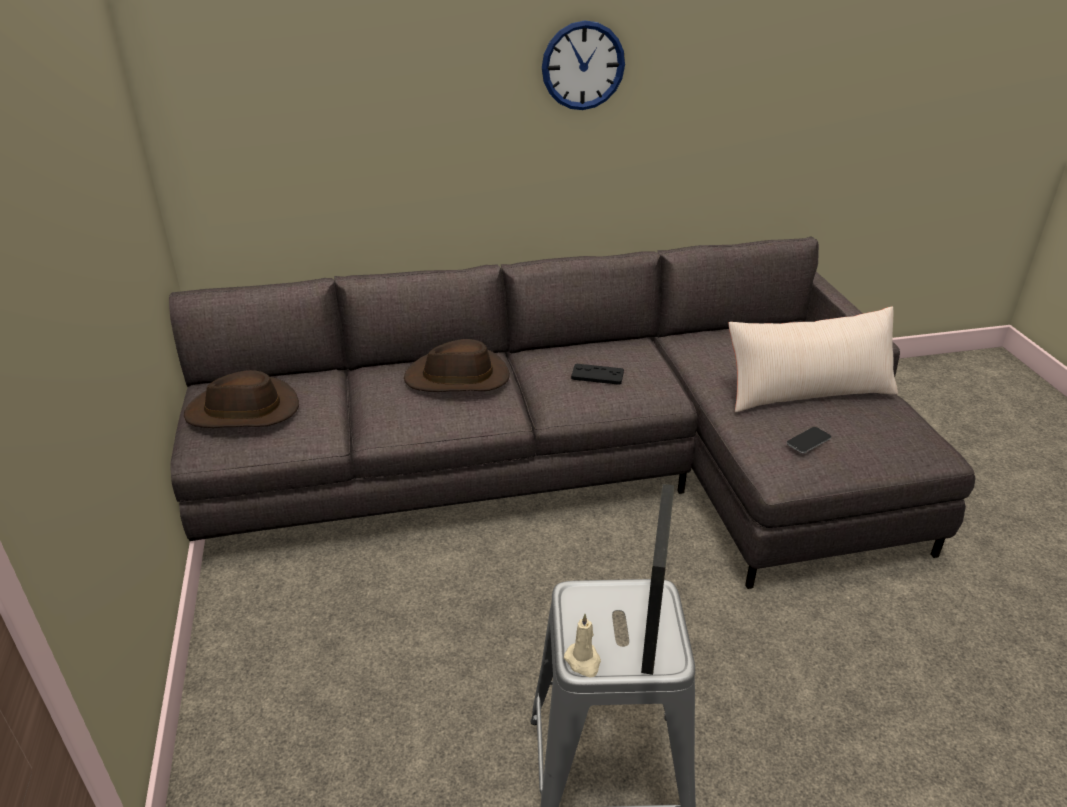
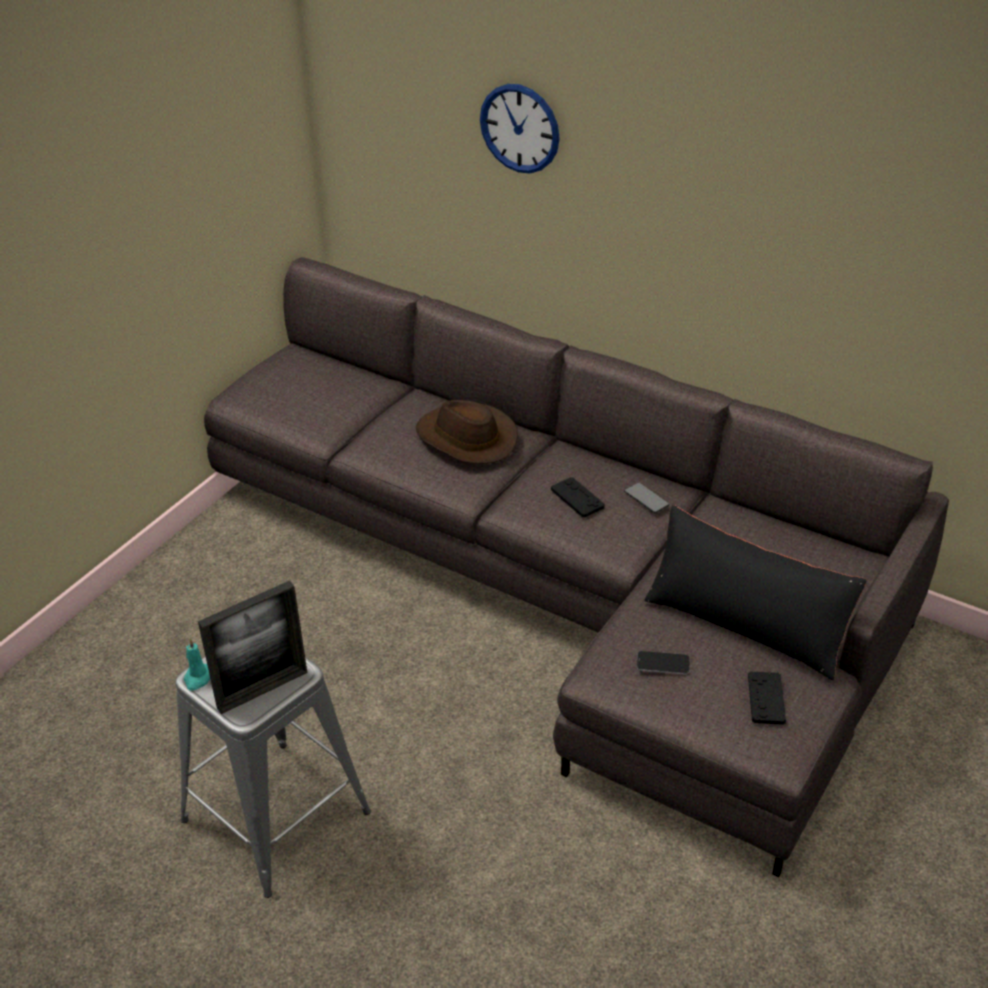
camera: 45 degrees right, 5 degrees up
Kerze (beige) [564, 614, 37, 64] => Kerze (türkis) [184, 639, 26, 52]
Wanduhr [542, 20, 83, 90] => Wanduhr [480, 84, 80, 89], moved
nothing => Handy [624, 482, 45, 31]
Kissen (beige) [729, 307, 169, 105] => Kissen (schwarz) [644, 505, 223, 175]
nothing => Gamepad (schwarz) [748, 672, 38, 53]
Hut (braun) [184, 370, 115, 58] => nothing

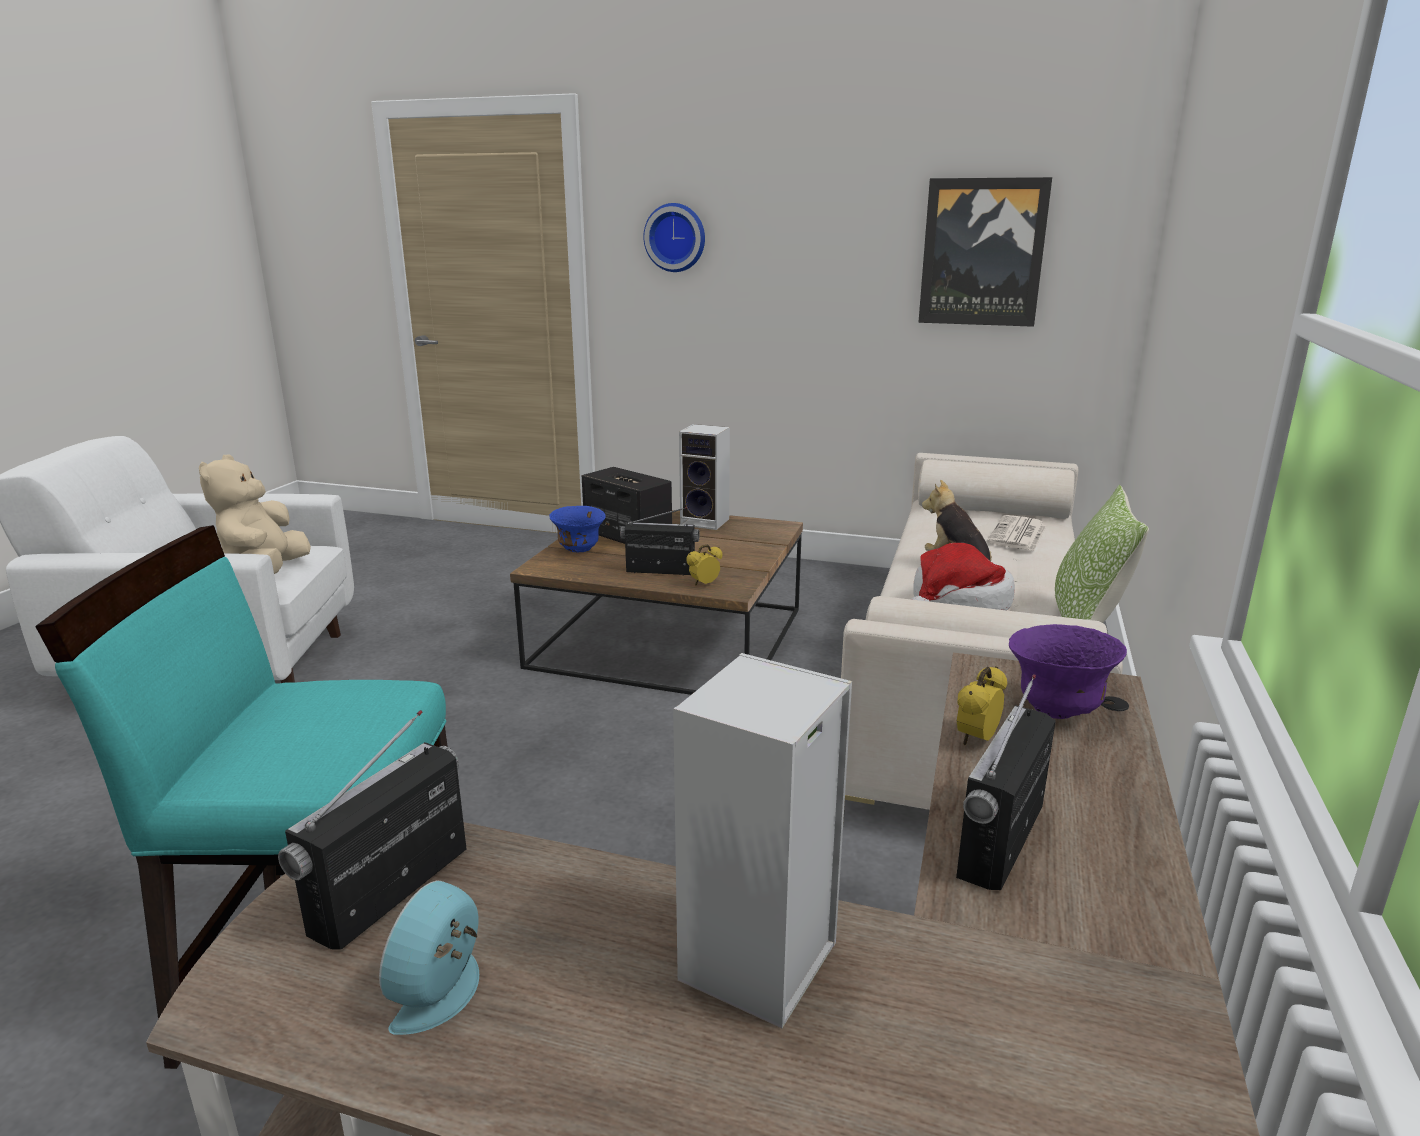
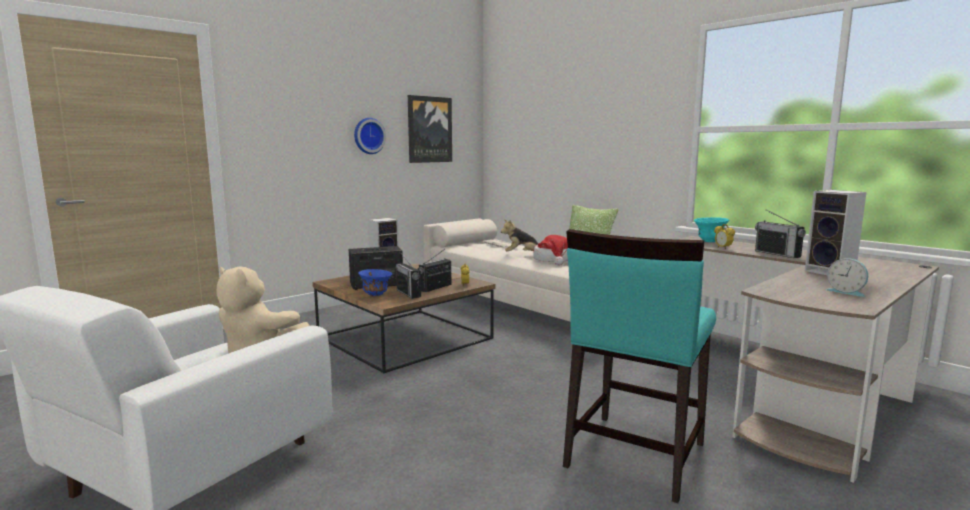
camera: 60 degrees left, 10 degrees down
Wanduhr [643, 203, 62, 69] => Wanduhr [354, 118, 32, 36], moved
Radio [278, 710, 188, 240] => Radio [395, 253, 26, 46], moved
Schüssel (lila) [1009, 624, 118, 95] => Schüssel (türkis) [694, 217, 35, 25]

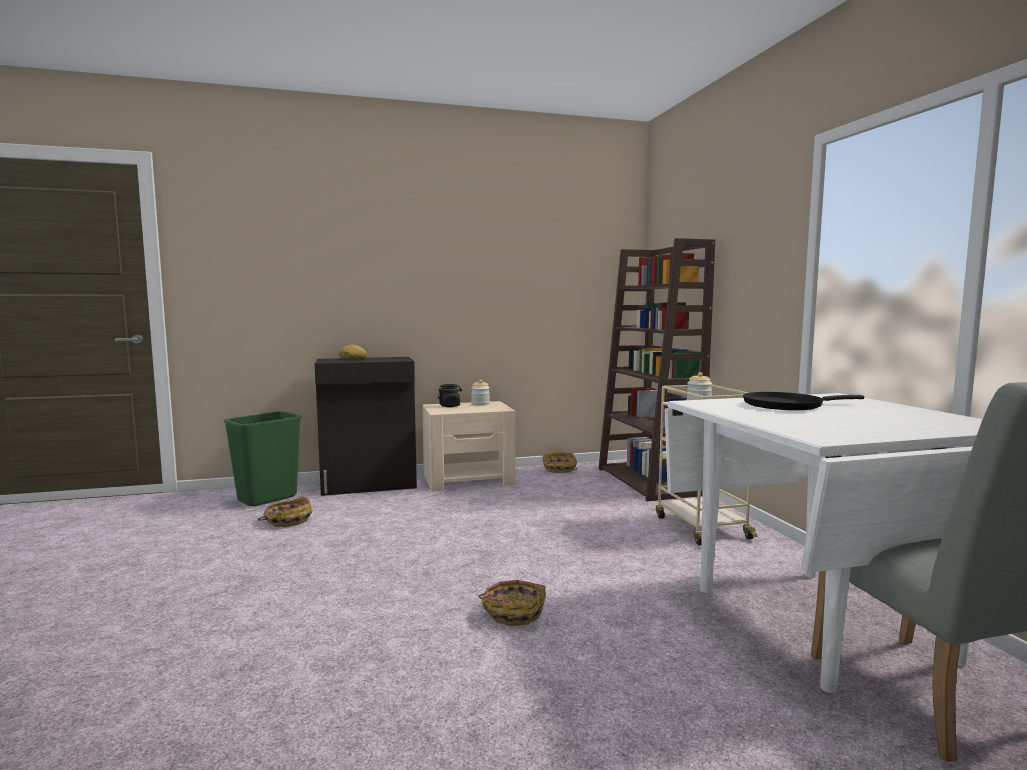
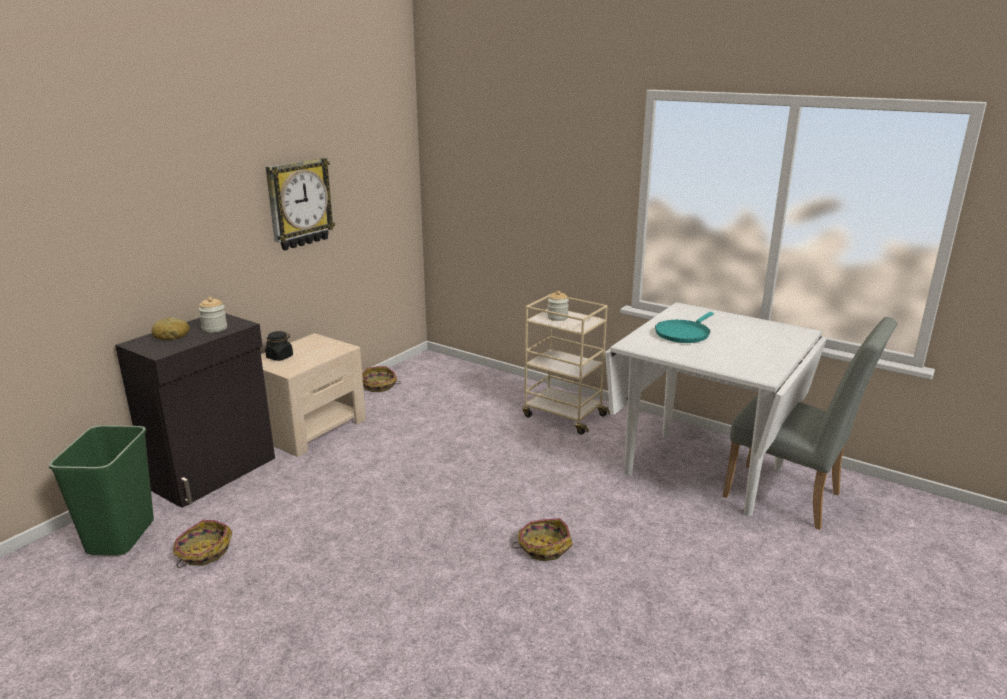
camera: 40 degrees left, 15 degrees up
Vorratsglas [471, 380, 19, 26] => Vorratsglas [198, 297, 29, 36], moved
nothing => Wanduhr [266, 158, 69, 93]
Pfanne (schwarz) [743, 392, 121, 18] => Pfanne (türkis) [655, 312, 59, 31]
Bücherregal (braun) [598, 238, 117, 263] => nothing

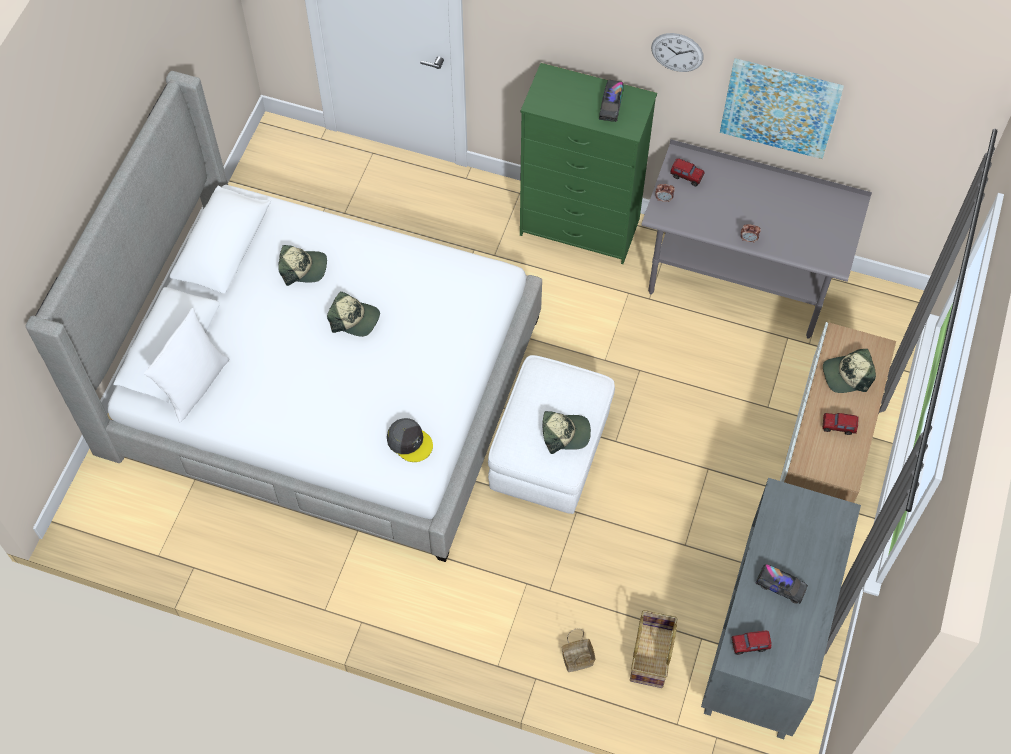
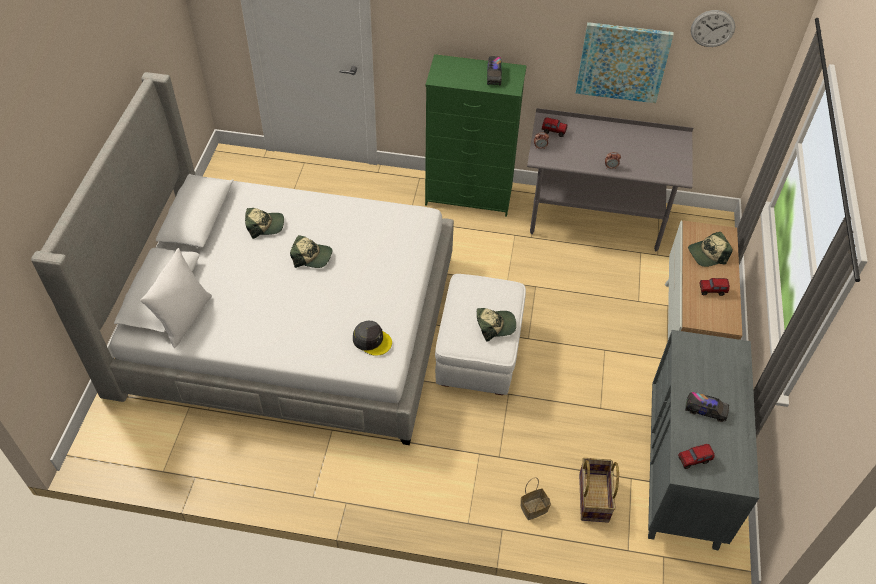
camera: 10 degrees left, 10 degrees down
Wanduhr [651, 33, 53, 39] => Wanduhr [691, 10, 44, 37], moved

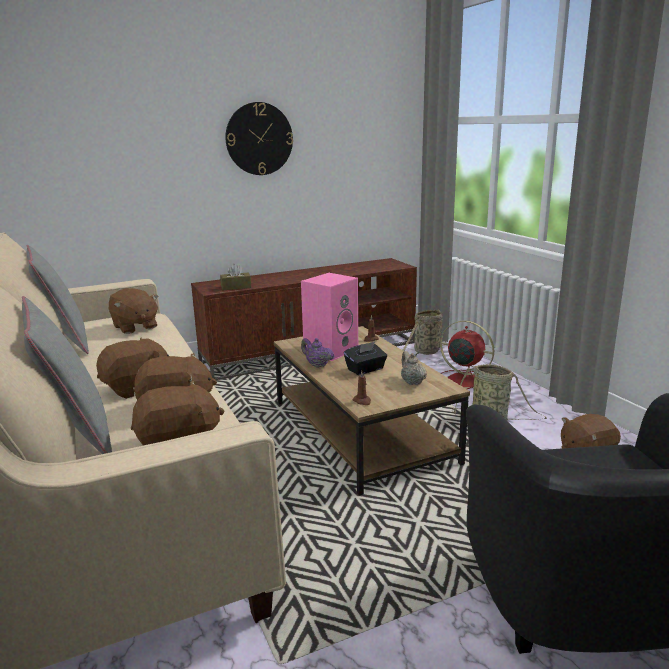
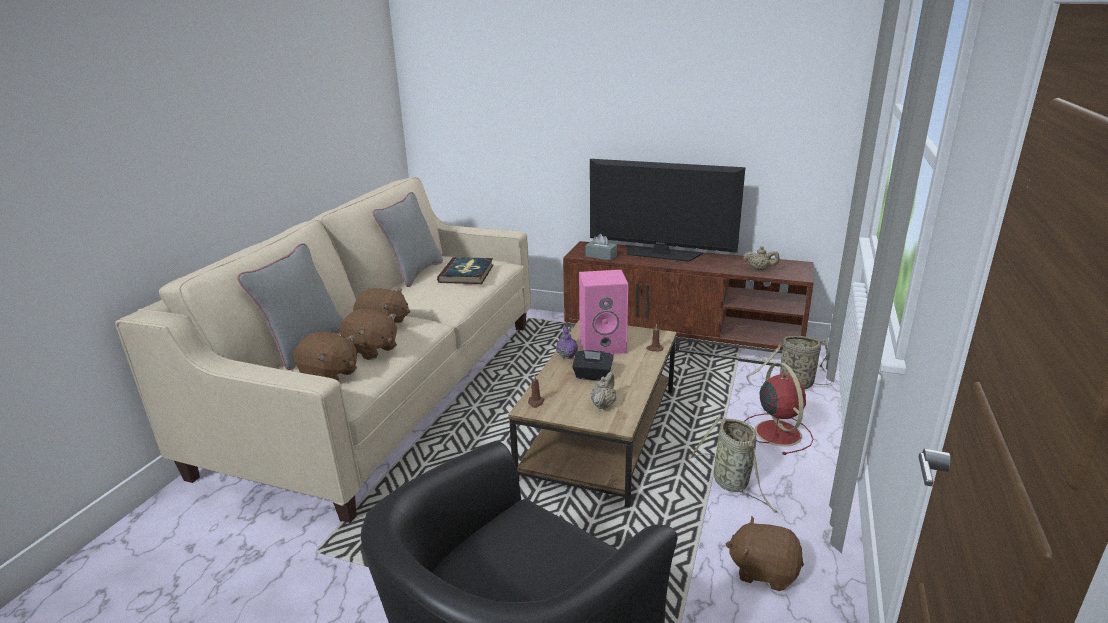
camera: 45 degrees right, 5 degrees up
Plüschtier (braun) [109, 288, 50, 46] => Buch [437, 257, 56, 27]
Taschentuchbox (braun) [220, 264, 31, 26] => Taschentuchbox (grau) [586, 234, 31, 27]
nothing => Fernseher [590, 159, 155, 103]
nothing => Teekanne (beige) [744, 246, 36, 24]
Wanduhr [225, 102, 68, 73] => nothing

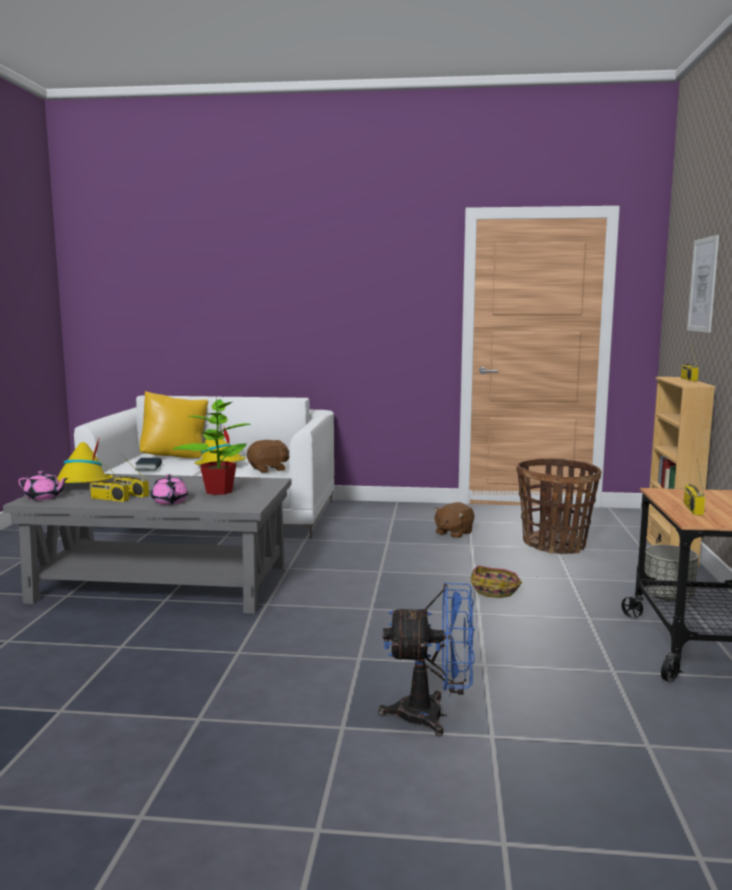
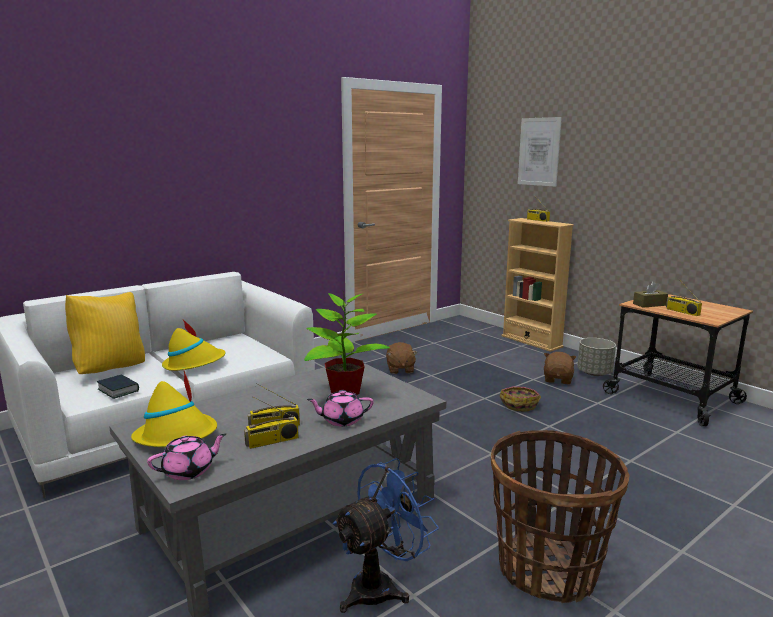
camera: 45 degrees left, 5 degrees up
Teekanne (rosa) [151, 474, 37, 31] => Teekanne (rosa) [307, 390, 66, 37], 150 degrees clockwise
Ventilator (blau) [379, 582, 96, 155] => Ventilator (blau) [333, 458, 106, 155], moved
Korb [517, 459, 84, 95] => Korb [491, 430, 138, 173], moved
Plüschtier (braun) [247, 440, 42, 33] => Plüschtier (braun) [544, 352, 32, 32], moved
nothing => Taschentuchbox (braun) [633, 281, 35, 27]

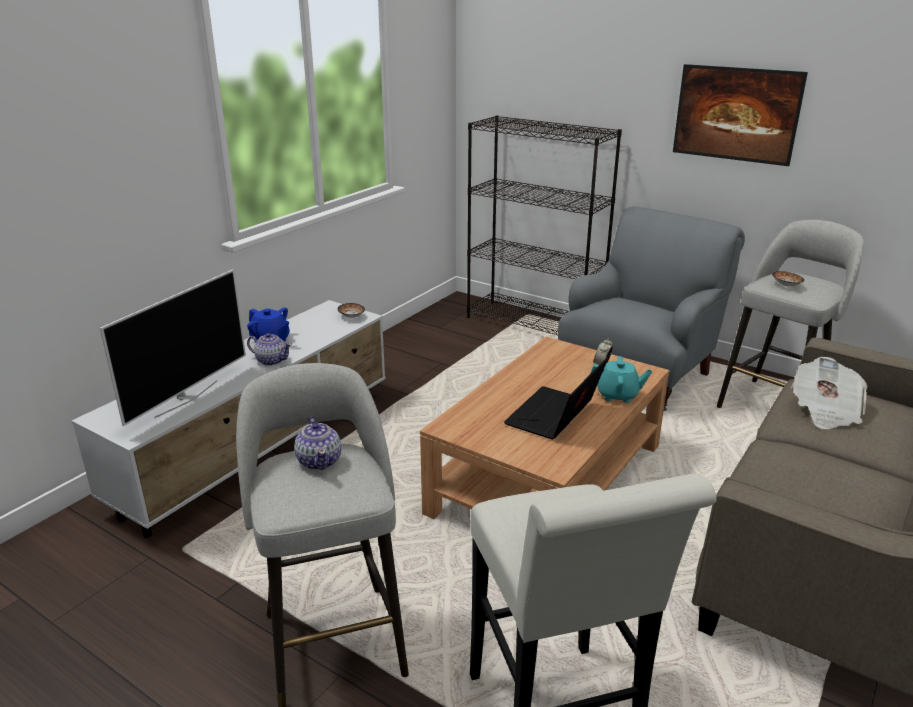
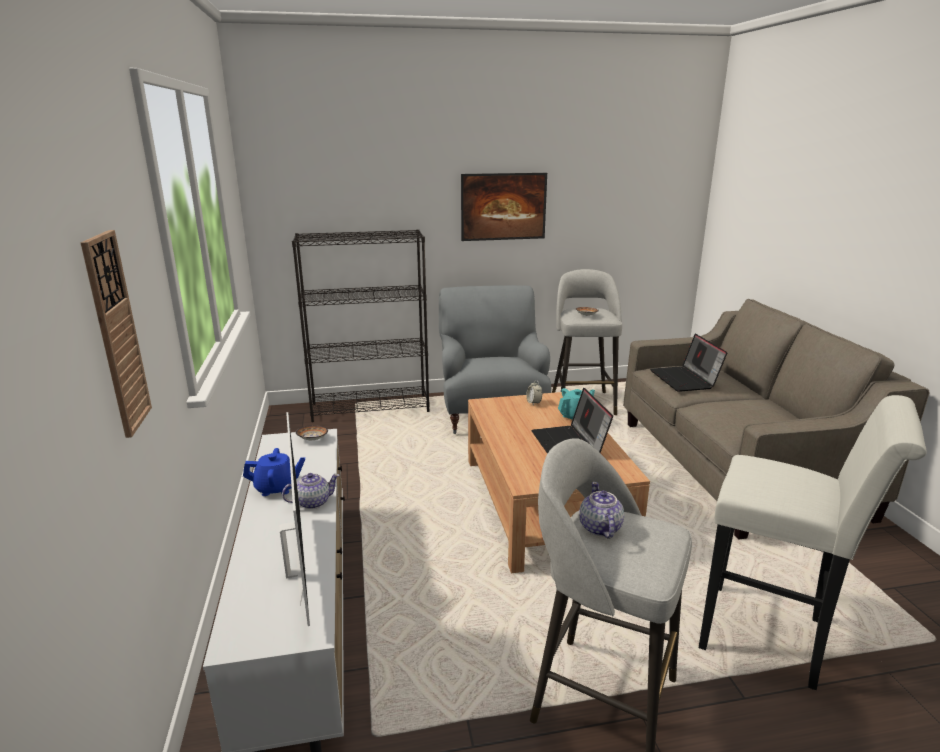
camera: 45 degrees left, 5 degrees down
nothing => Wanduhr [81, 230, 71, 208]
Teekanne [294, 416, 47, 54] => Teekanne [579, 482, 45, 57], 120 degrees counterclockwise
Zeitung [791, 357, 77, 72] => Laptop [650, 334, 77, 58]

